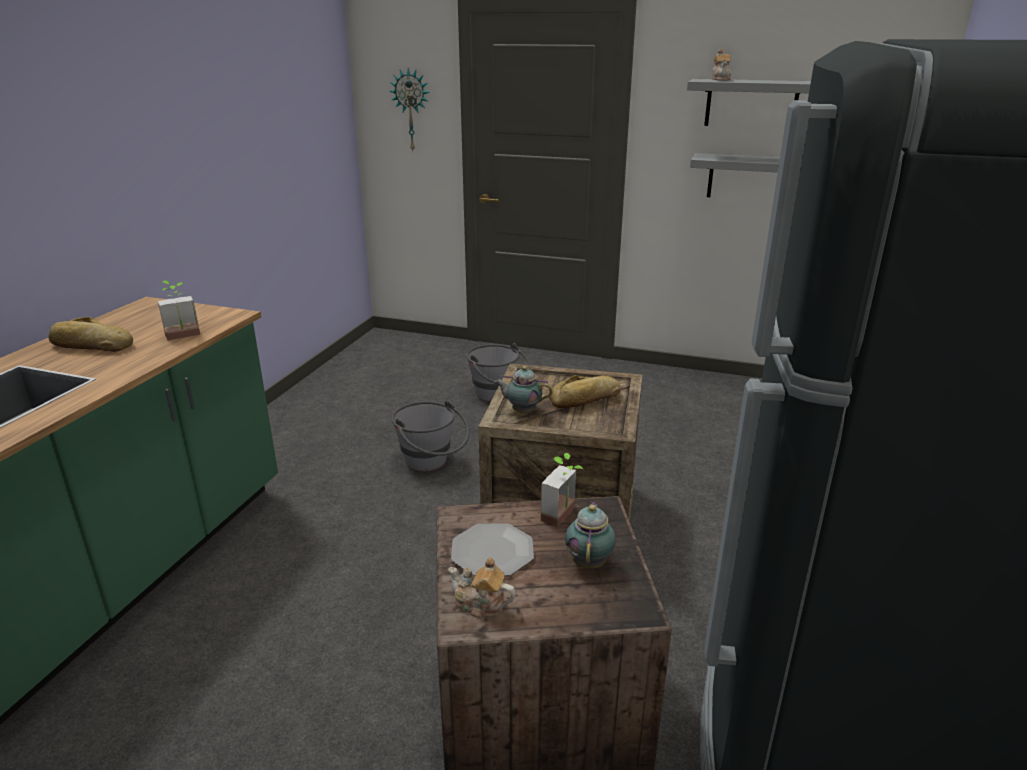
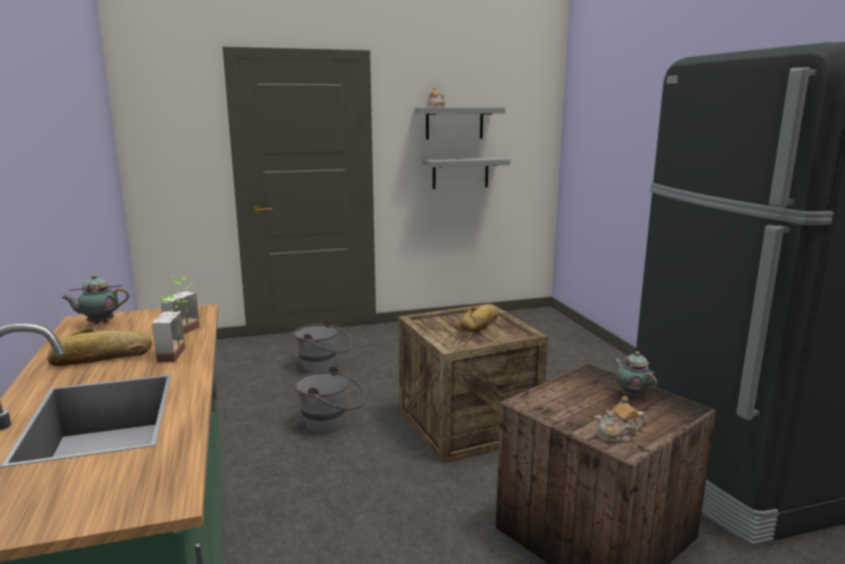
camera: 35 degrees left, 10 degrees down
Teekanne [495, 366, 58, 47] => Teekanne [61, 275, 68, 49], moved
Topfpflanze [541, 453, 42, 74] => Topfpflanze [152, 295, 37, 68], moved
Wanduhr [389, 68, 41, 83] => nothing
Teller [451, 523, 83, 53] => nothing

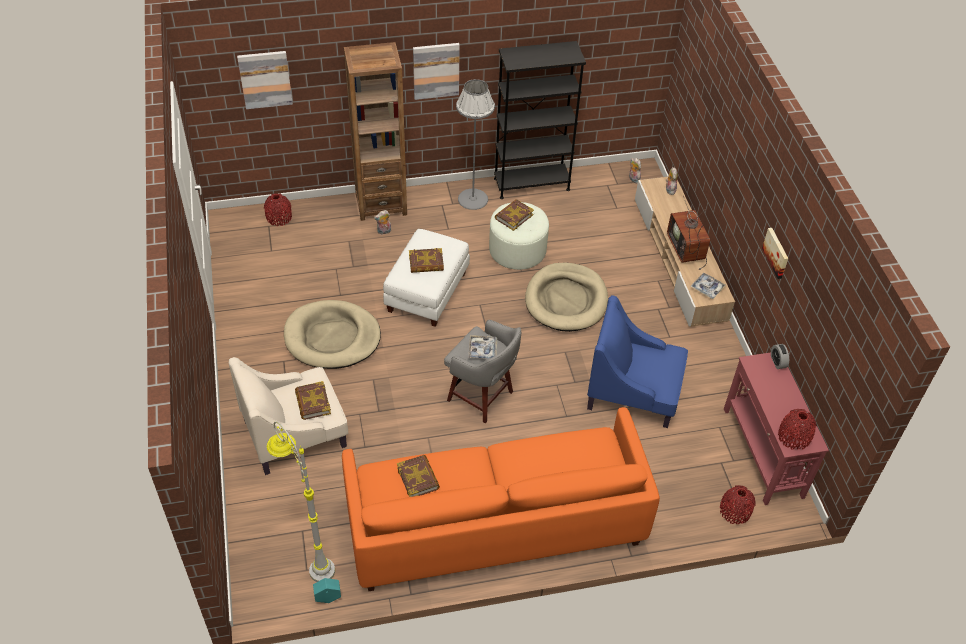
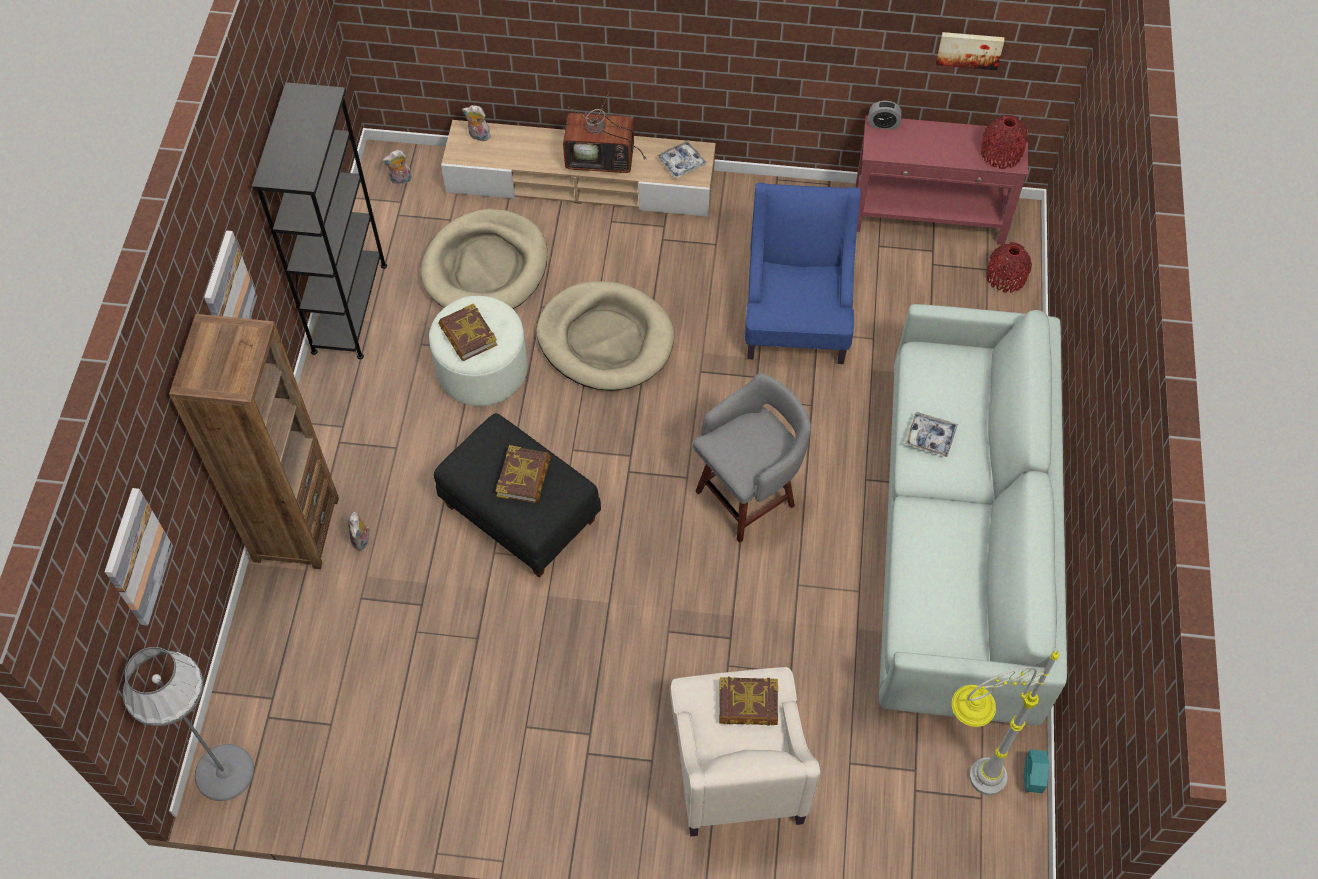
camera: 70 degrees left, 10 degrees up
Stehlampe (grau) [456, 79, 39, 131] => Stehlampe (grau) [123, 647, 131, 154], moved
Hundebett (beige) [284, 300, 97, 69] => Hundebett (beige) [421, 209, 126, 100], moved
Polsterhocker (weiß) [383, 229, 87, 98] => Polsterhocker (schwarz) [434, 413, 167, 165]
Sessel (blau) [587, 295, 101, 133] => Sessel (blau) [745, 183, 116, 181], 150 degrees clockwise
Sofa (orange) [342, 407, 318, 184] => Sofa (weiß) [879, 304, 188, 421]
Tablett [468, 335, 29, 24] => Tablett [905, 412, 53, 45], moved
Bild [762, 228, 27, 51] => Bild [936, 32, 68, 38], moved
Vase (rot) [264, 193, 28, 33] => nothing
Buch [397, 455, 43, 42] => nothing

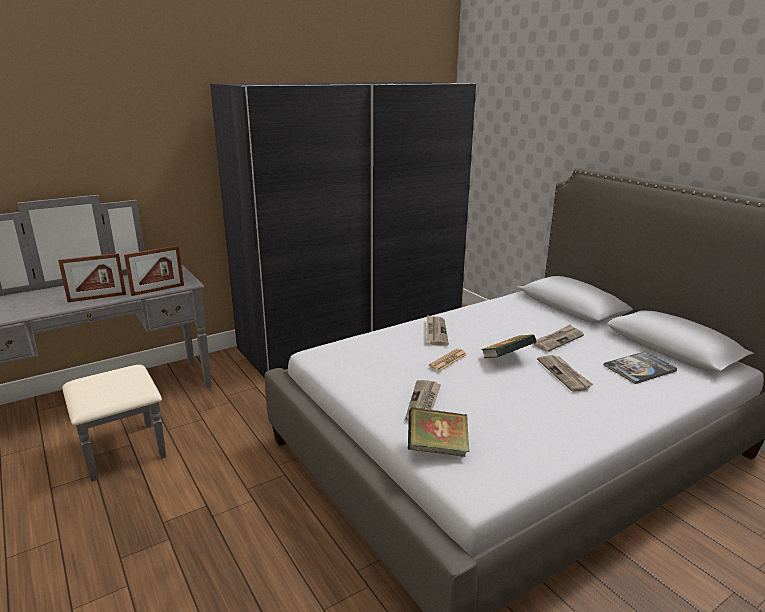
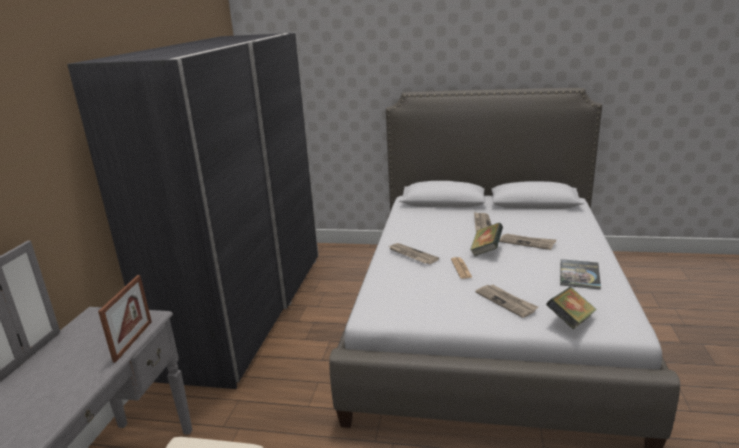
camera: 45 degrees left, 0 degrees up
Buch [604, 351, 74, 33] => Buch [560, 259, 41, 31], moved
Bilderrahmen [58, 253, 68, 49] => nothing

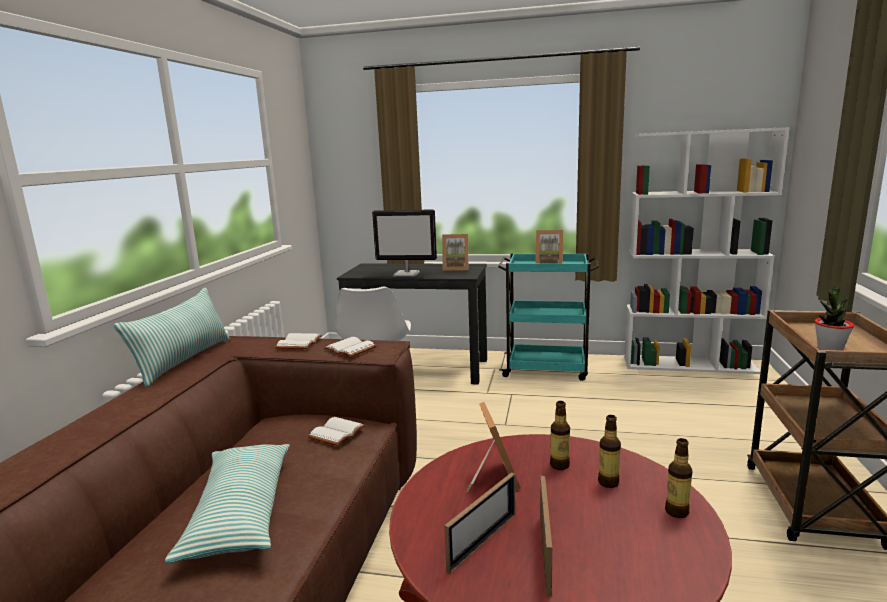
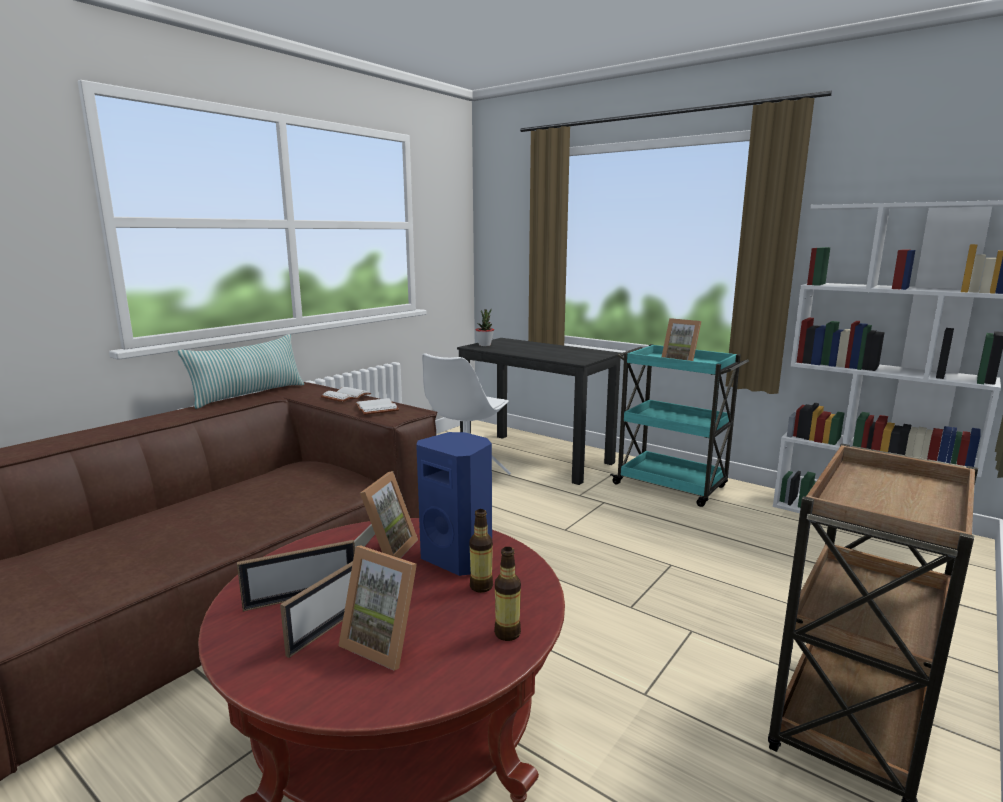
camera: 25 degrees right, 0 degrees up
Bilderrahmen [442, 234, 27, 37] => Bilderrahmen [338, 546, 79, 125], moved
Flasche [550, 401, 20, 69] => Lautsprecher (blau) [416, 432, 76, 144]
Topfpflanze [814, 285, 40, 66] => Topfpflanze [476, 309, 18, 37], moved
Kissen [165, 444, 125, 119] => nothing
Buch (weiß) [308, 417, 58, 29] => nothing
Monitor [372, 209, 65, 68] => nothing

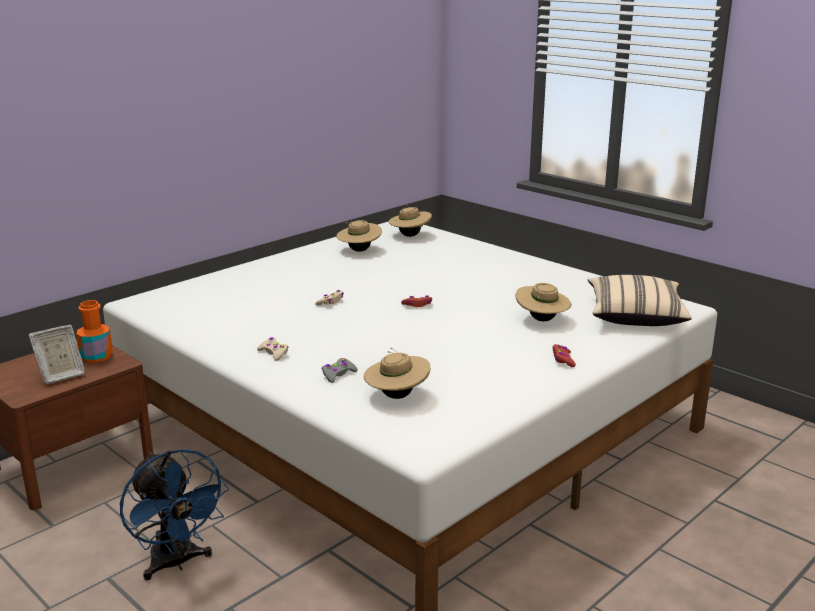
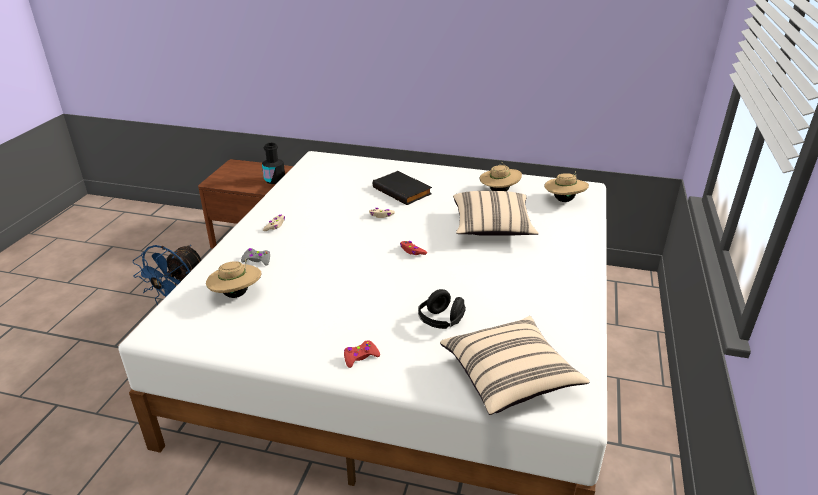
camera: 60 degrees right, 10 degrees up
Flasche (orange) [76, 300, 37, 62] => Flasche (schwarz) [262, 143, 23, 41]
nothing => Buch (schwarz) [373, 171, 59, 34]
Hut (beige) [516, 283, 55, 38] => Kopfhörer (schwarz) [418, 289, 48, 40]
nothing => Kissen (beige) [453, 191, 86, 45]
Bilderrahmen [28, 325, 57, 60] => nothing

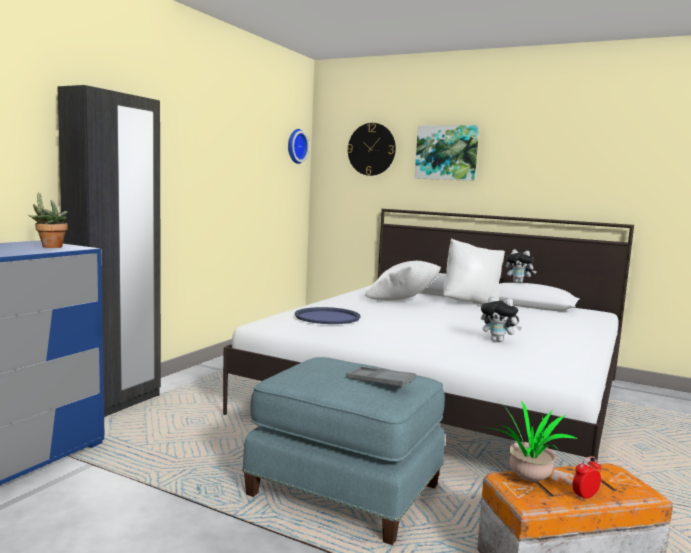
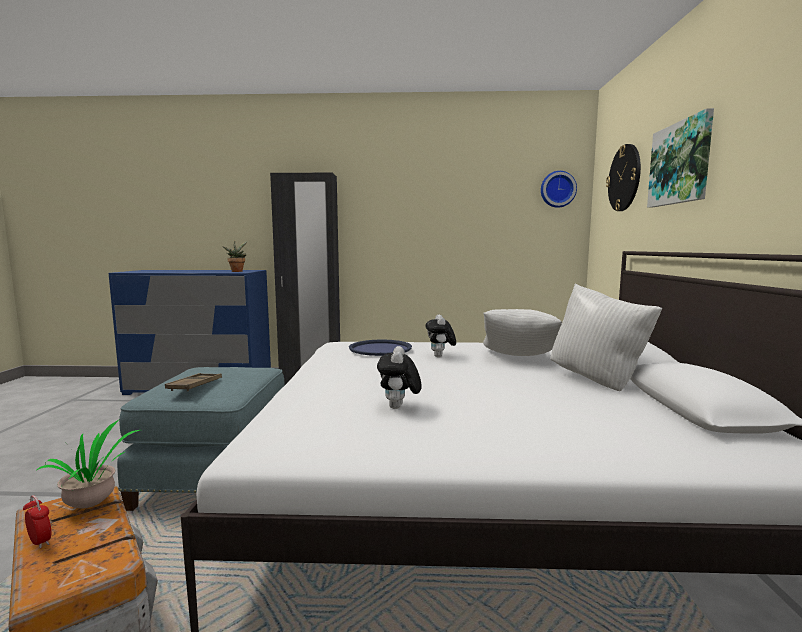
camera: 65 degrees right, 0 degrees up
Tablett (grau) [346, 366, 70, 22] => Tablett (braun) [165, 373, 57, 19]
Plüschtier [506, 249, 31, 34] => Plüschtier [426, 315, 30, 42], moved

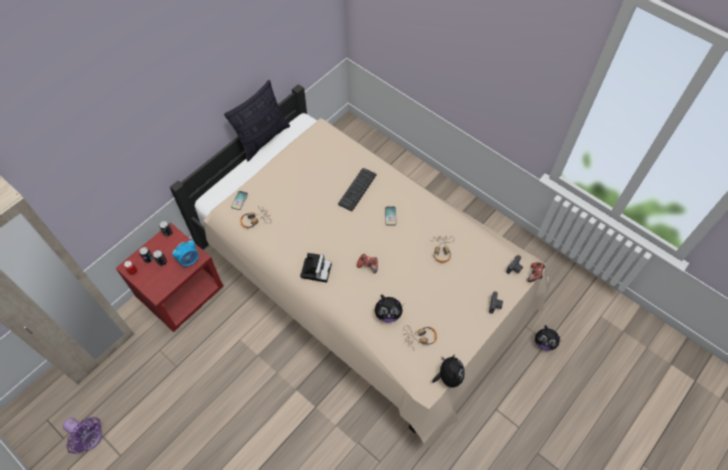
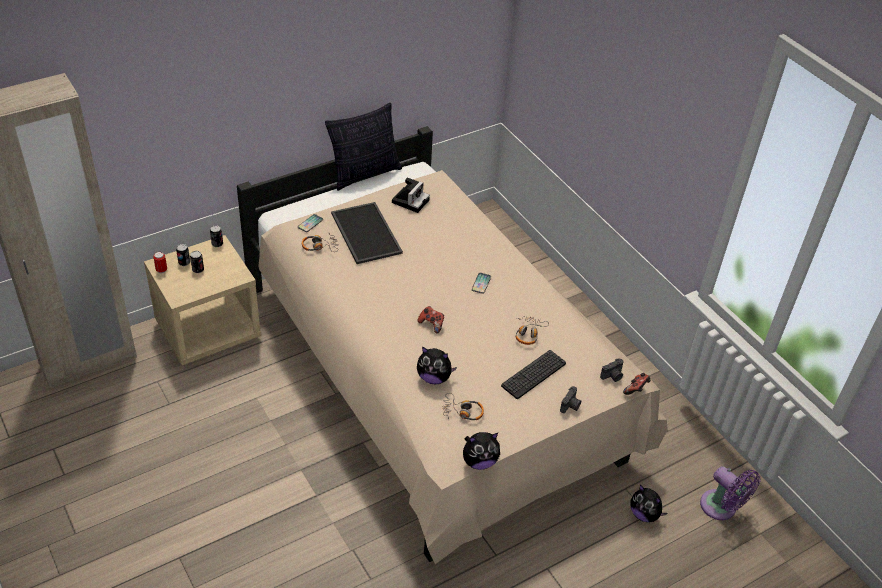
camera: 15 degrees right, 15 degrees down
Nachttisch (rot) [116, 223, 107, 109] => Nachttisch (beige) [144, 235, 117, 130]
nothing => Tablett [331, 202, 72, 62]
Kamera [300, 253, 32, 30] => Kamera [392, 178, 38, 35], moved
Plüschtier [432, 354, 33, 34] => Plüschtier [463, 432, 37, 38], 60 degrees clockwise
Tastatur [338, 168, 38, 43] => Tastatur [501, 350, 65, 49], moved
Ventilator (lila) [63, 417, 39, 37] => Ventilator (lila) [700, 466, 61, 54], moved
Wecker [172, 240, 27, 28] => nothing

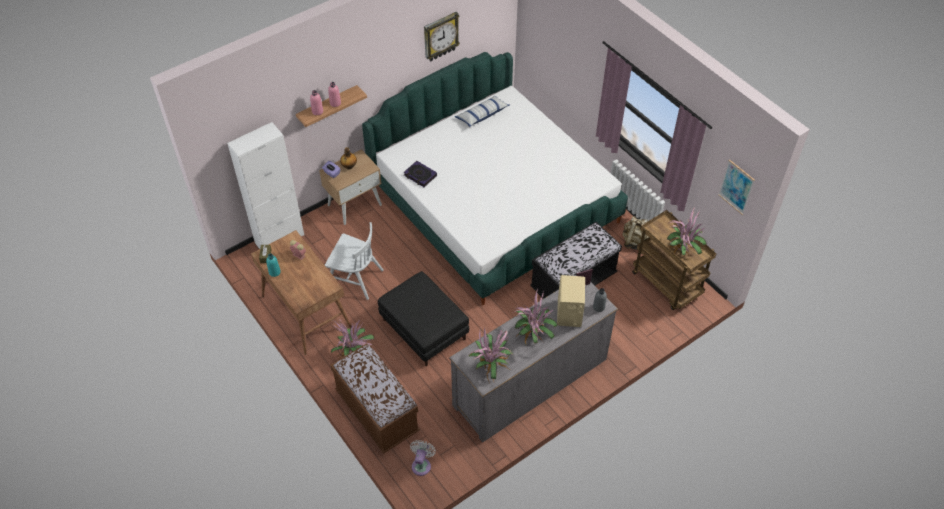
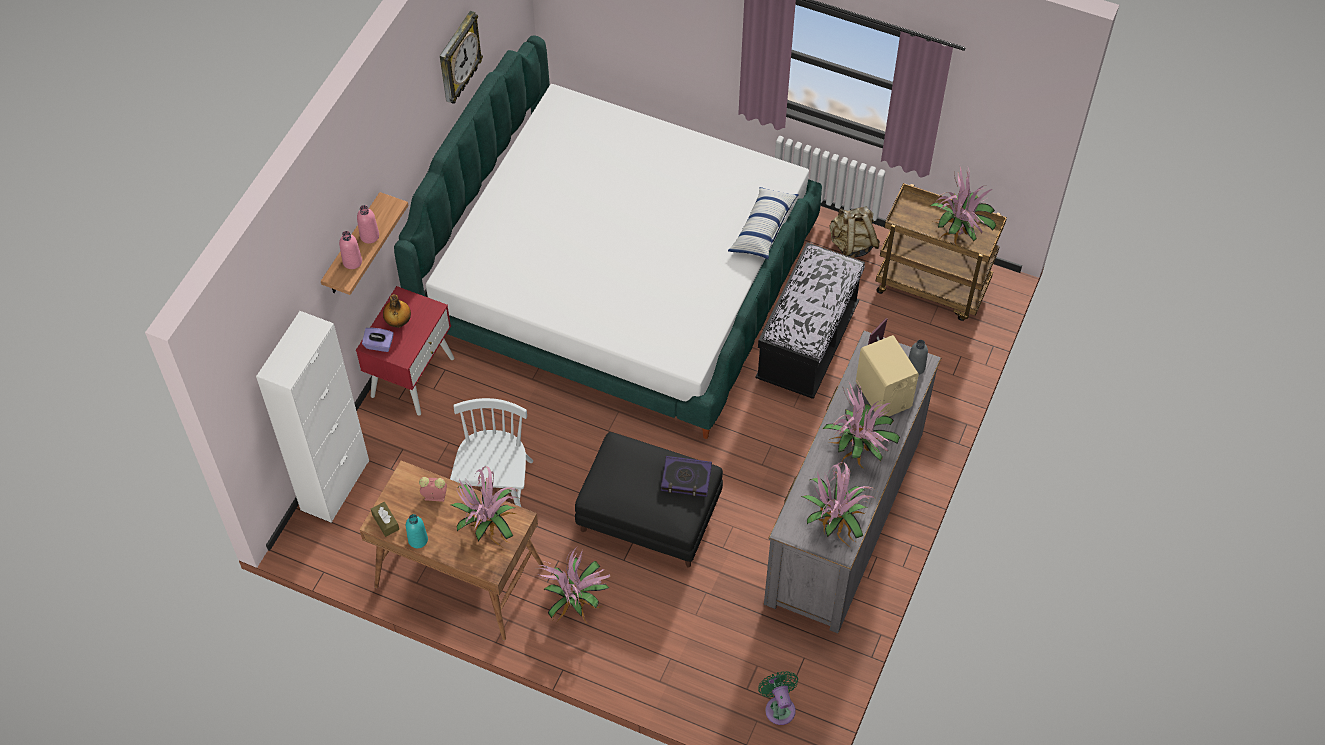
camera: 30 degrees left, 5 degrees up
Nachttisch (beige) [319, 149, 63, 76] => Nachttisch (rot) [356, 286, 98, 130]
Stuhl (weiß) [325, 222, 59, 78] => Stuhl (weiß) [450, 398, 83, 109], 75 degrees counterclockwise
nothing => Topfpflanze [451, 466, 67, 83]
Buch [404, 161, 33, 26] => Buch [661, 456, 51, 41], moved
Kissen [455, 96, 55, 31] => Kissen [728, 187, 71, 72], moved
Ventilator (weiß) [410, 440, 26, 36] => Ventilator (grün) [758, 671, 40, 54]
Bank (braun) [330, 344, 90, 110] => nothing
Bild [718, 160, 37, 55] => nothing

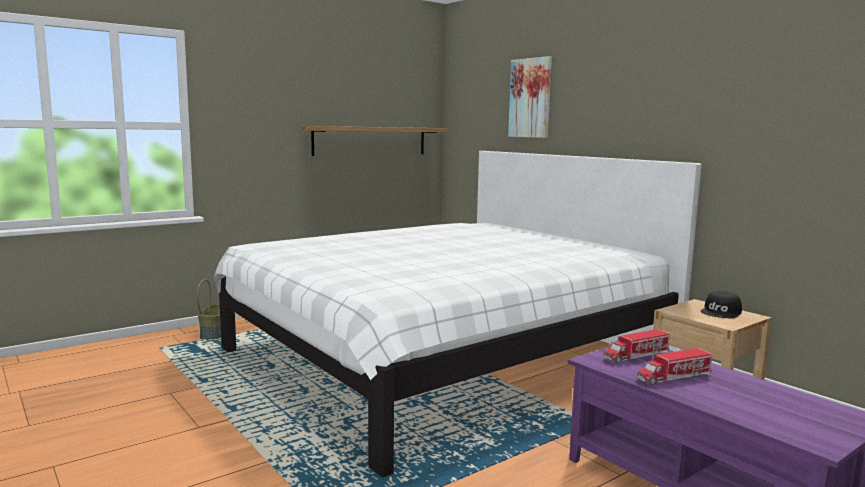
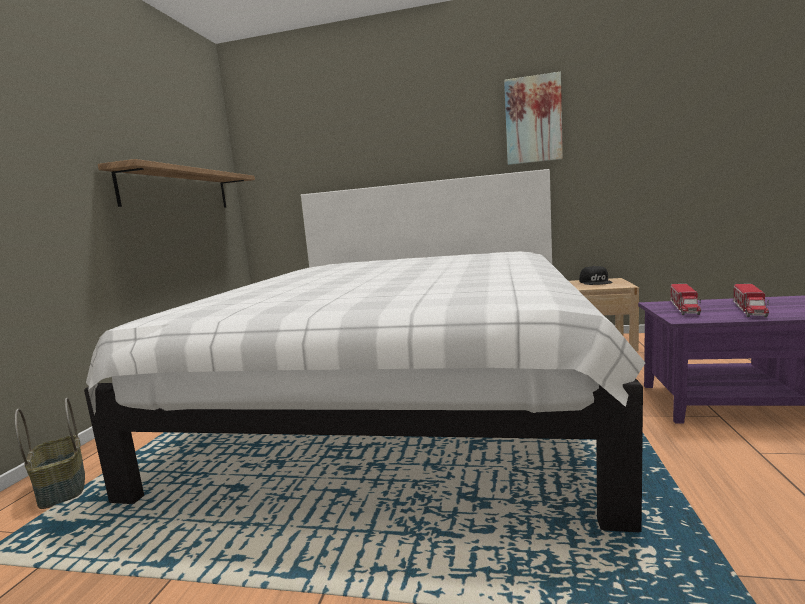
camera: 40 degrees left, 0 degrees up
Bild [508, 56, 44, 82] => Bild [504, 72, 59, 93], moved

